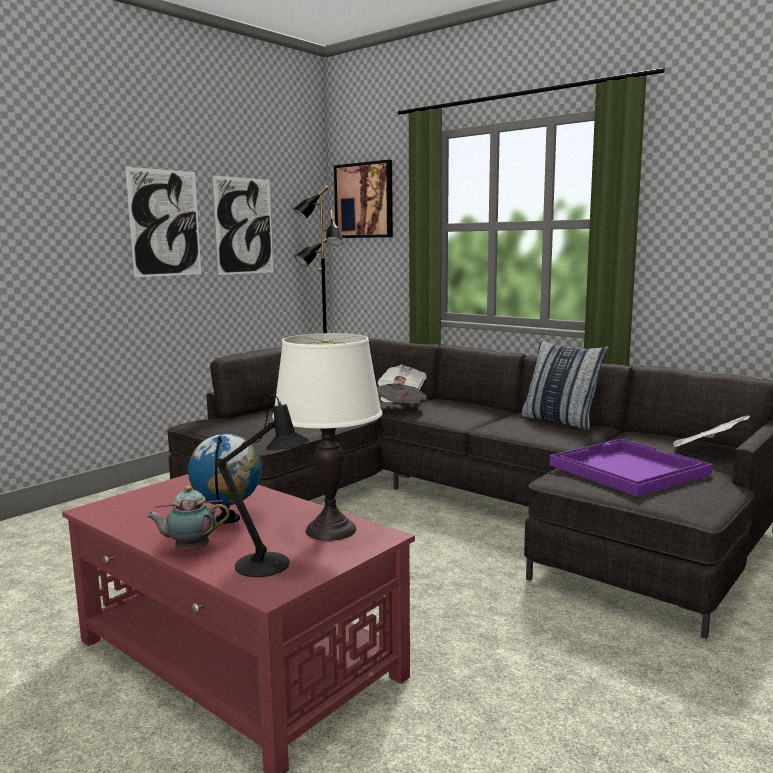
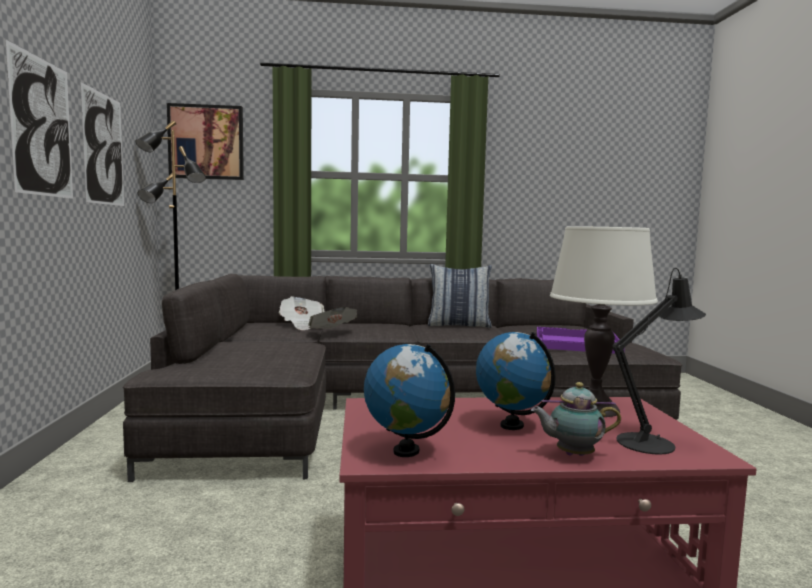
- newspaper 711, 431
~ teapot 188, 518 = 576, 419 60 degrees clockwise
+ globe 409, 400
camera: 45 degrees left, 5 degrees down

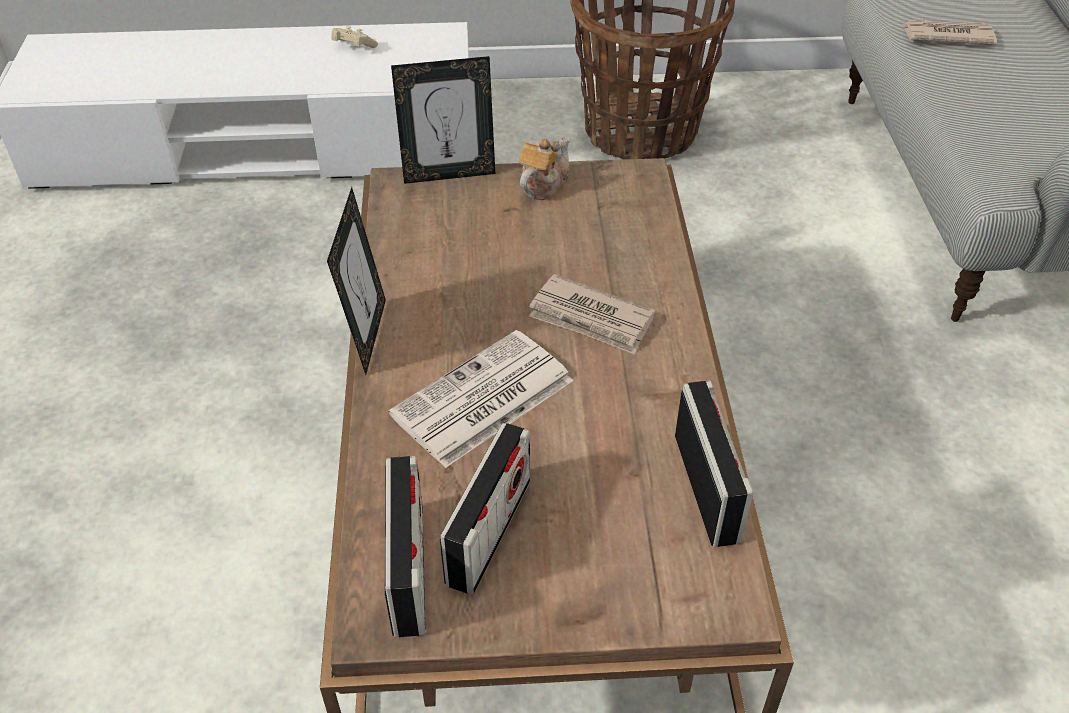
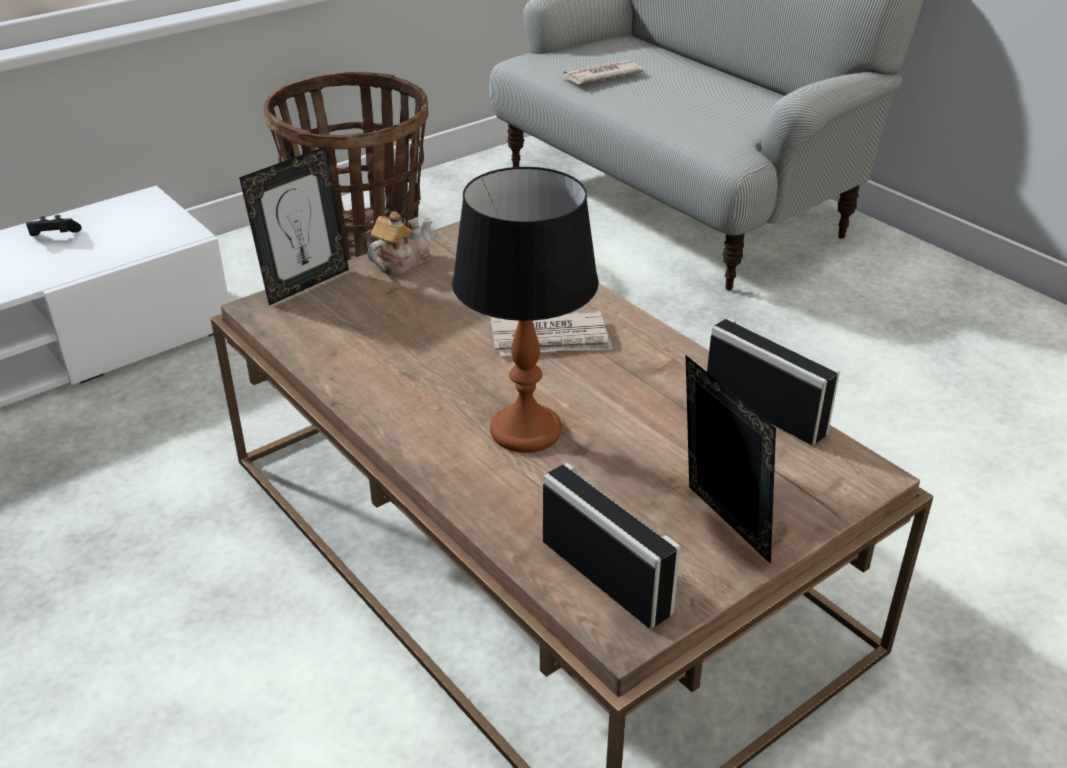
~ game controller (beige) 354, 37 to game controller (black) 53, 225
~ teapot 544, 168 = 399, 243 45 degrees clockwise
~ picture frame 356, 281 to 731, 459
~ newspaper 481, 399 to table lamp 525, 310
- radio 485, 509
camera: 35 degrees left, 10 degrees down

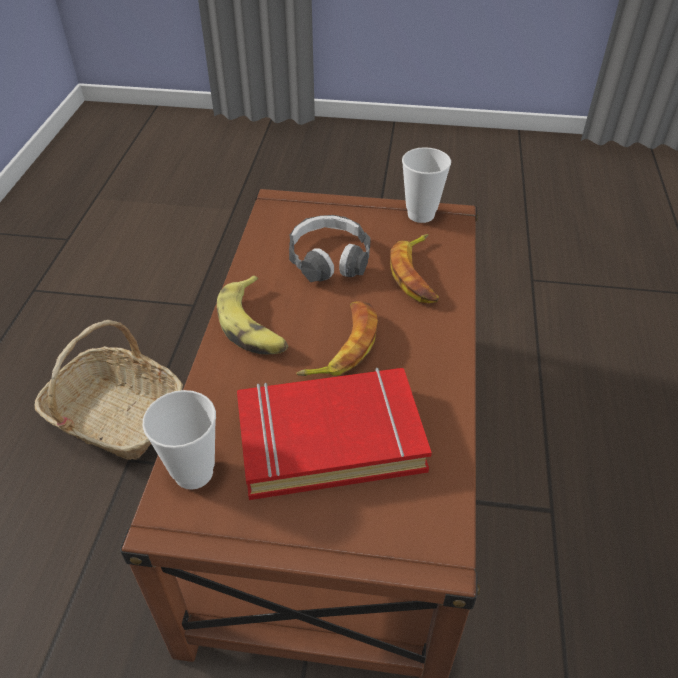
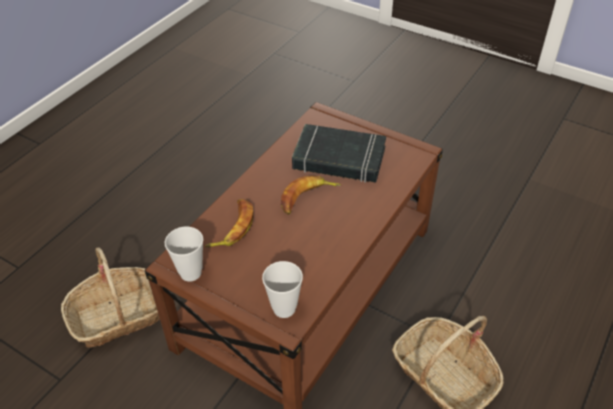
- headphones 330, 248
- banana 252, 314
~ book (red) 334, 434 to book (black) 339, 153
~ cup 179, 440 to 282, 289
+ basket 110, 298
camera: 155 degrees left, 0 degrees up

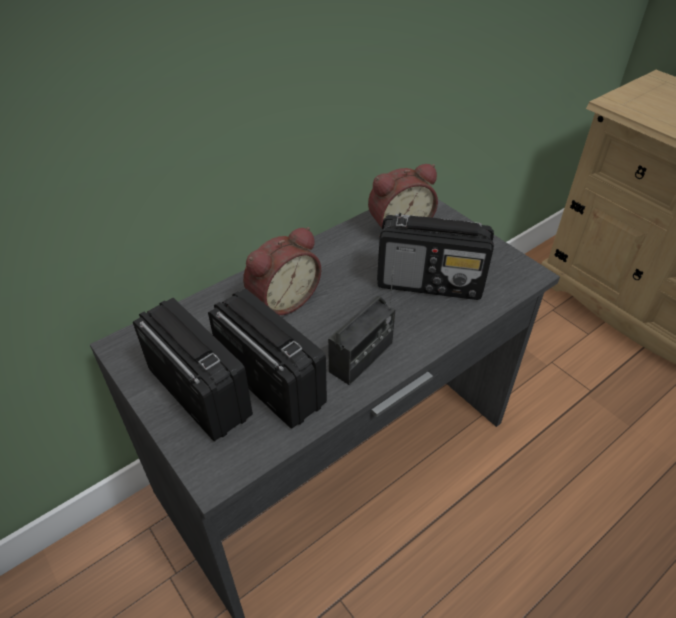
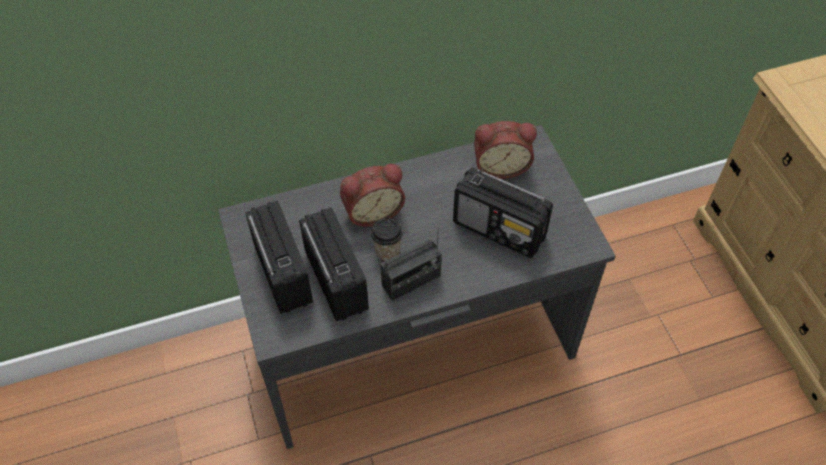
+ cup 387, 239
camera: 20 degrees right, 10 degrees up

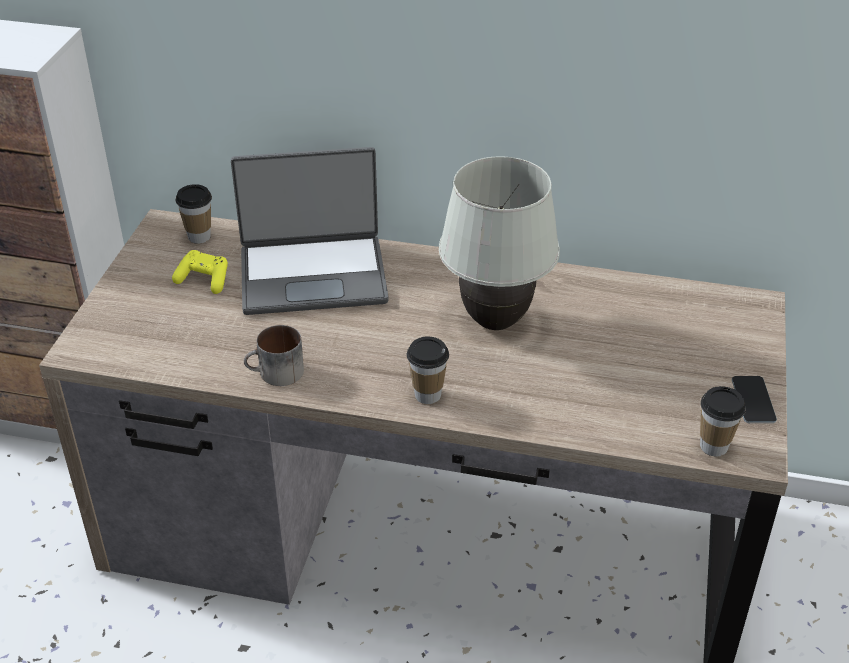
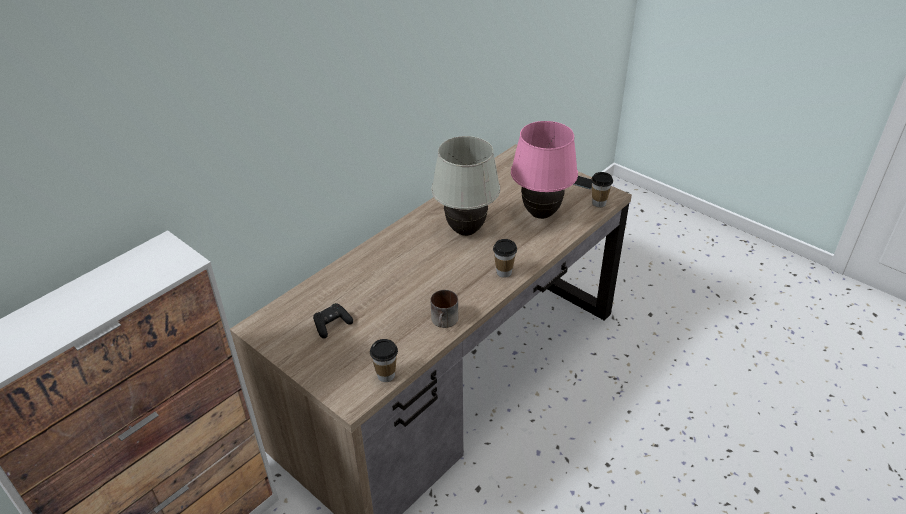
- laptop 310, 231
~ cup 194, 214 to 384, 360
~ game controller (yellow) 200, 272 to game controller (black) 333, 321
+ table lamp (pink) 544, 170
camera: 60 degrees left, 0 degrees up

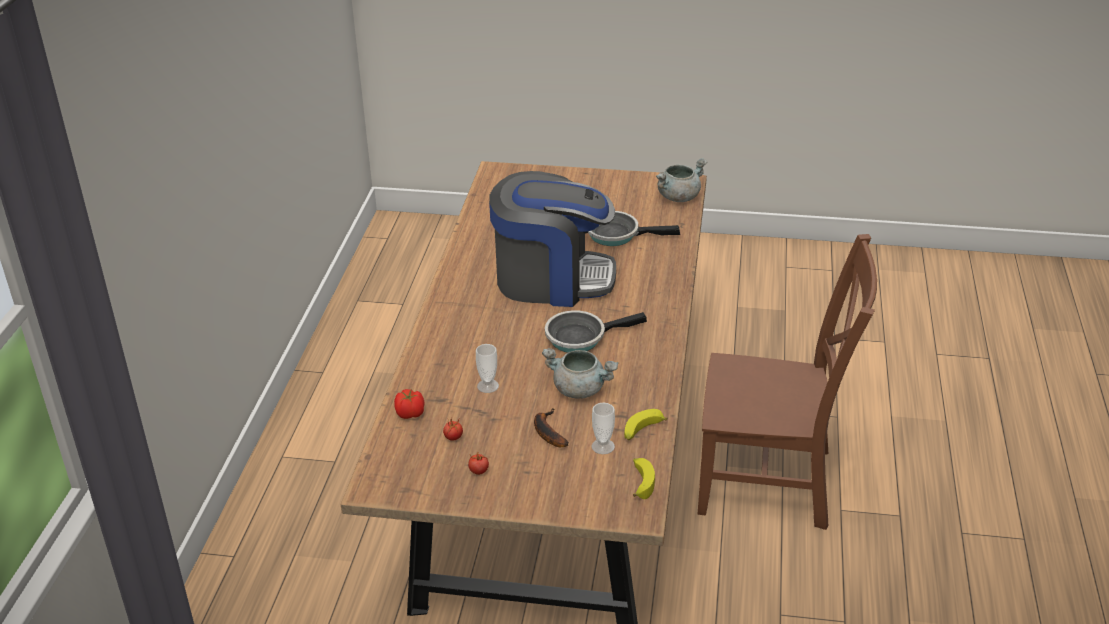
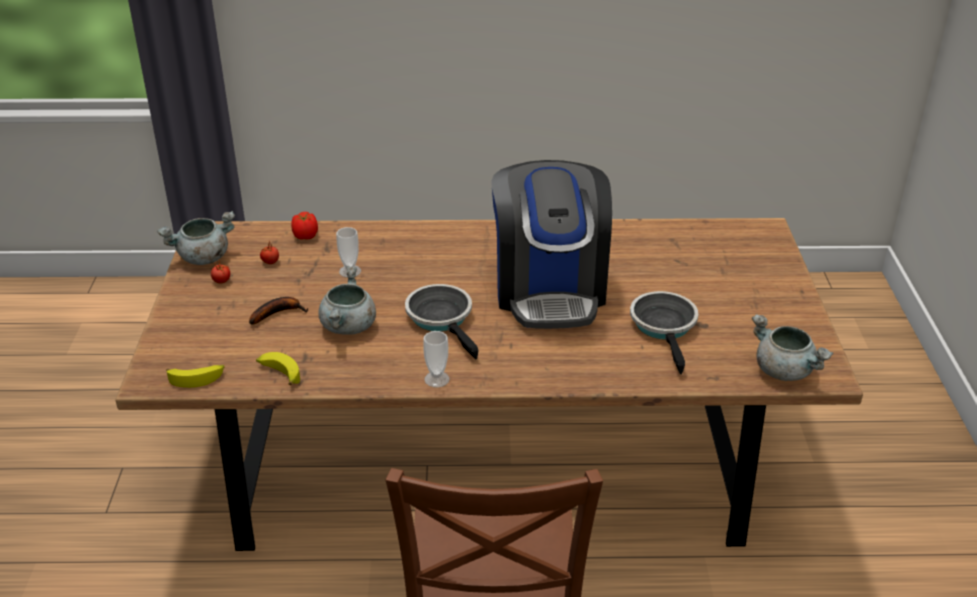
~ cup 603, 428 to 436, 359
+ cooking pot (grey) 196, 238
camera: 80 degrees right, 0 degrees up

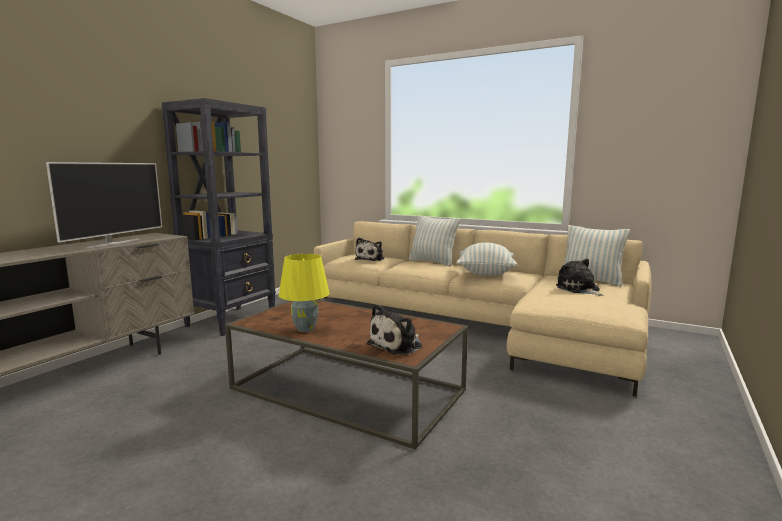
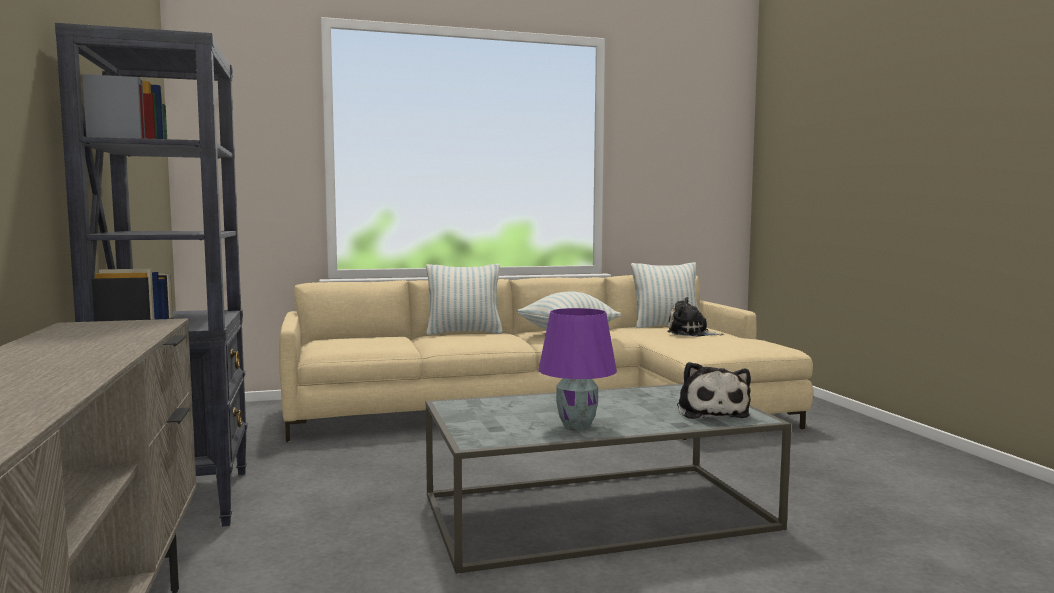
- television 104, 205
- plush toy 370, 249
~ table lamp (yellow) 304, 293 to table lamp (purple) 578, 369
~ coffee table (brown) 346, 375 to coffee table (grey) 608, 479
camera: 45 degrees left, 5 degrees down

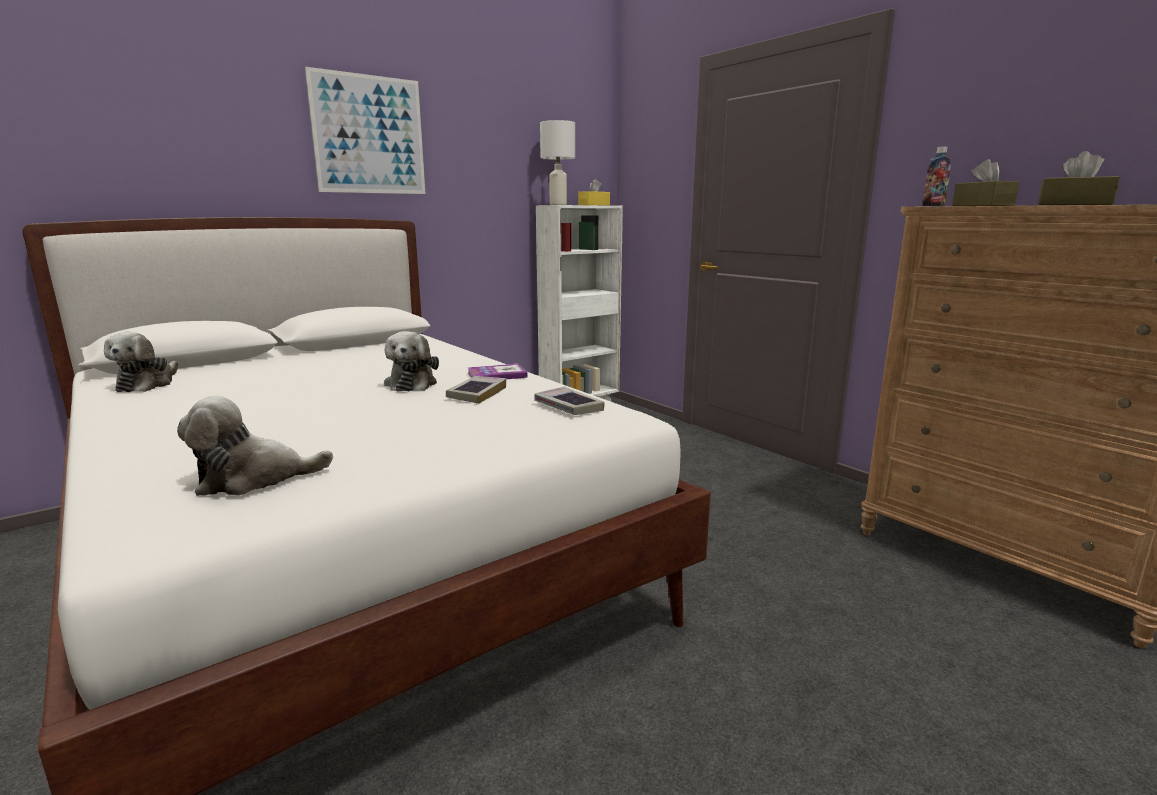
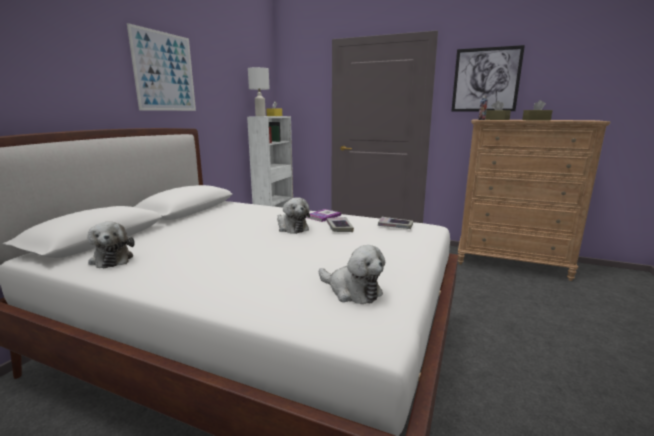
~ plush toy 255, 446 = 352, 274 90 degrees counterclockwise
+ picture 488, 78
camera: 30 degrees left, 0 degrees up

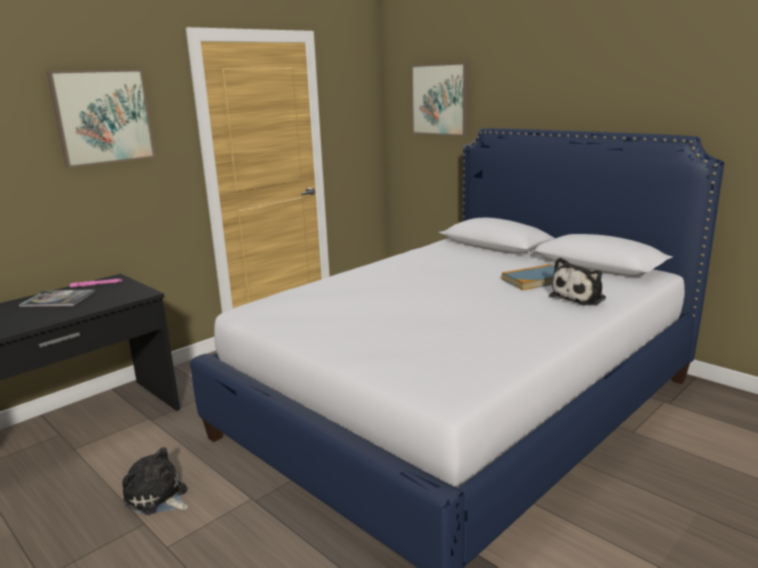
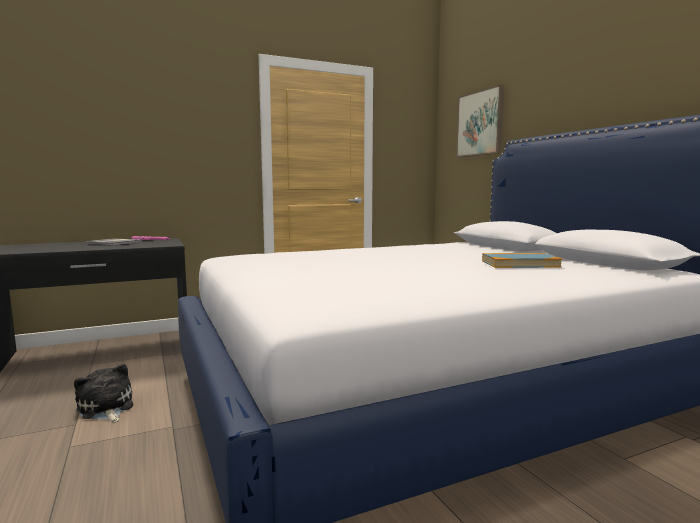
- picture 100, 118
- plush toy 577, 282
camera: 20 degrees right, 10 degrees down

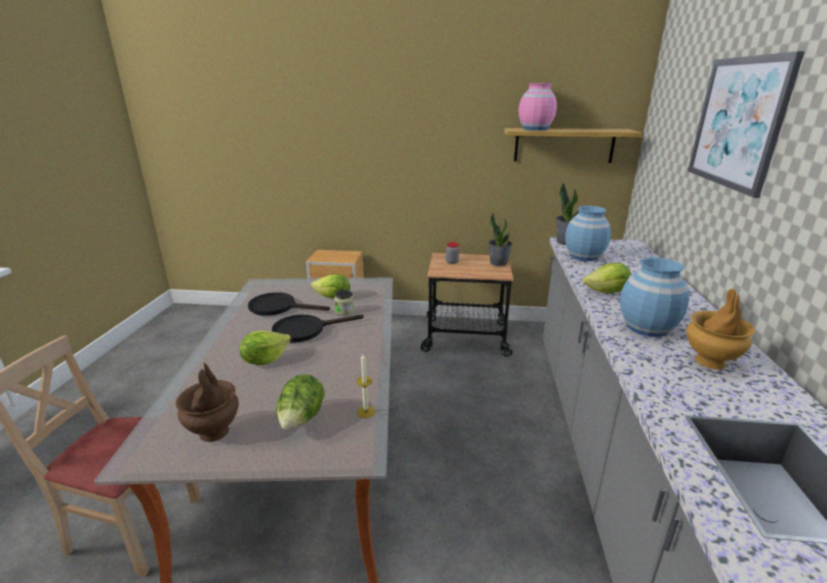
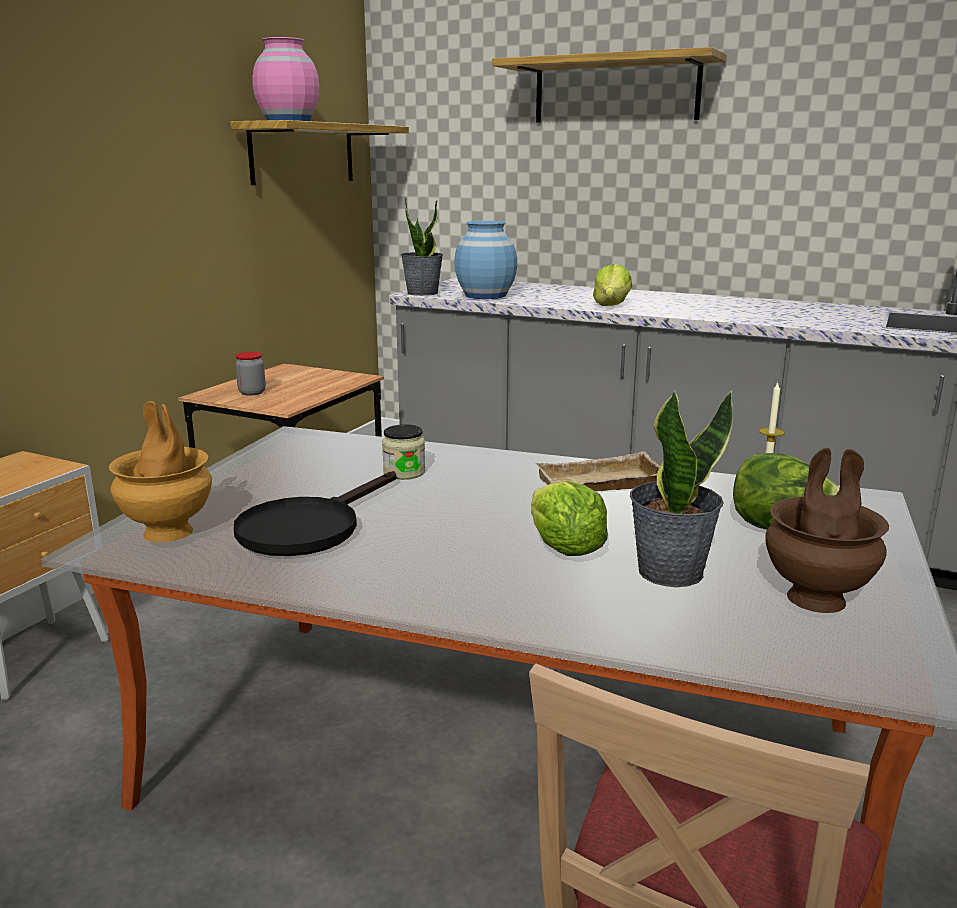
~ picture 746, 124 to shelf 609, 85
~ potted plant 500, 239 to 681, 488
- vase (blue) 654, 297
- lettuce 330, 286
~ vase (brown) 720, 329 to 160, 472
- frying pan (black) 318, 329
+ tray (beige) 597, 471
camera: 70 degrees left, 5 degrees down

